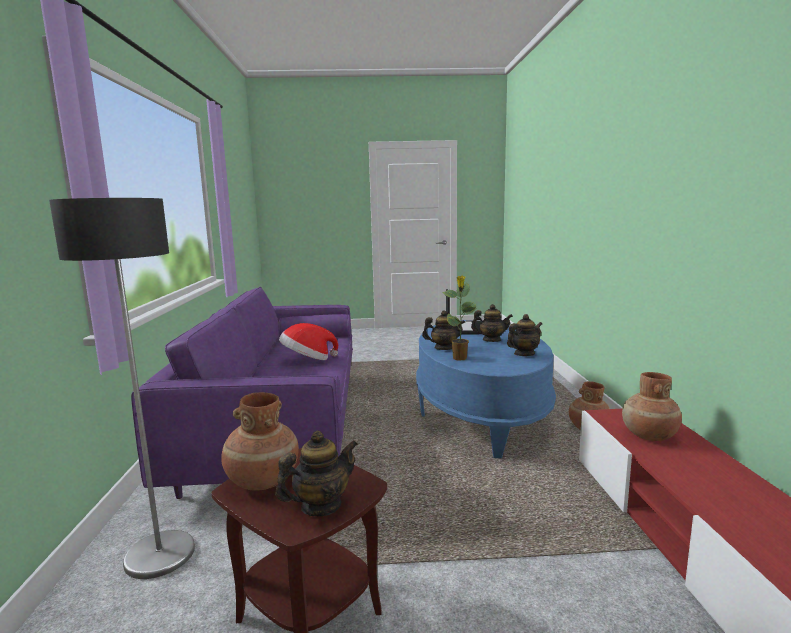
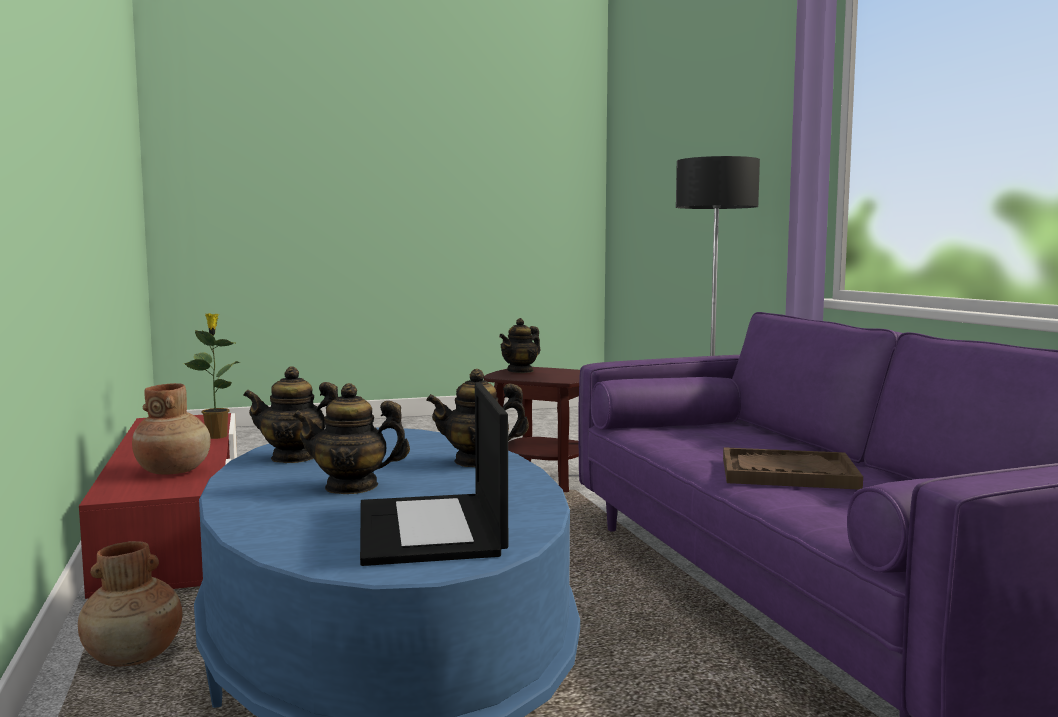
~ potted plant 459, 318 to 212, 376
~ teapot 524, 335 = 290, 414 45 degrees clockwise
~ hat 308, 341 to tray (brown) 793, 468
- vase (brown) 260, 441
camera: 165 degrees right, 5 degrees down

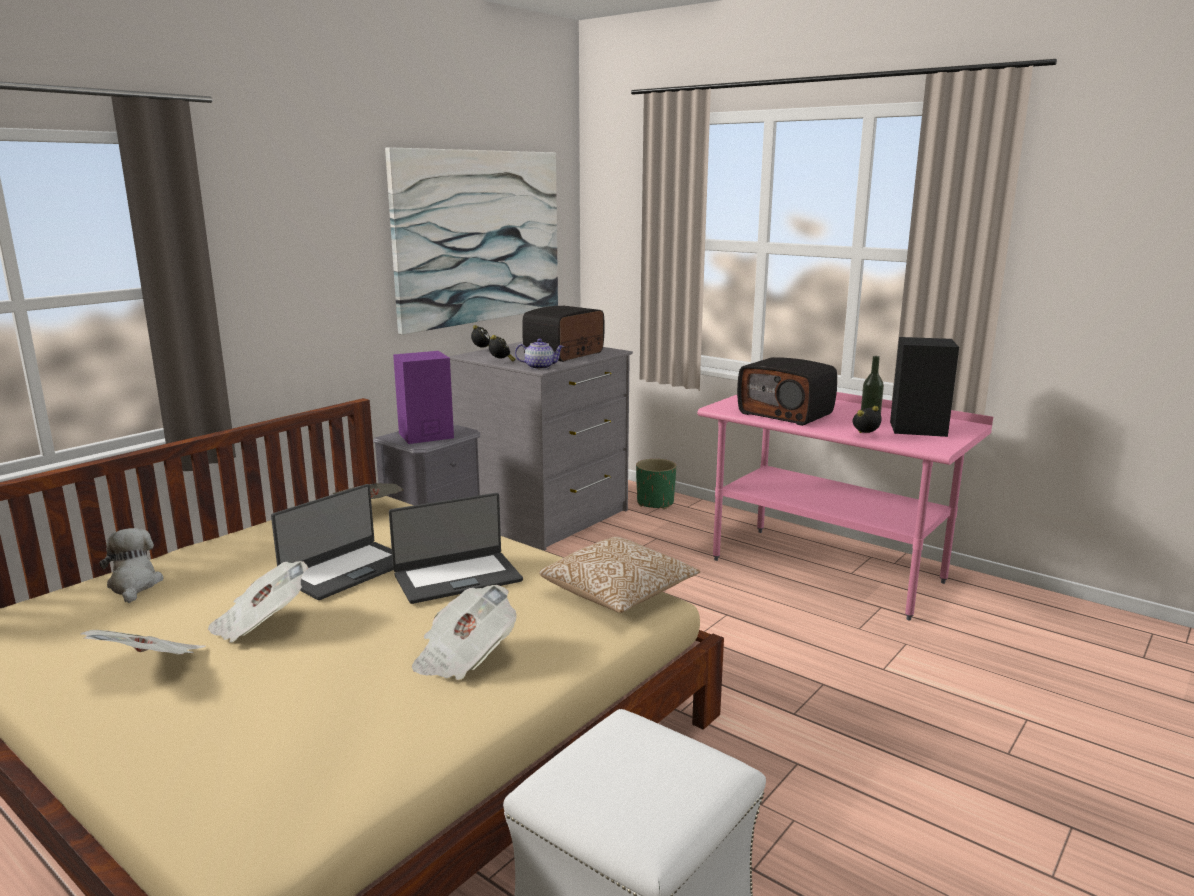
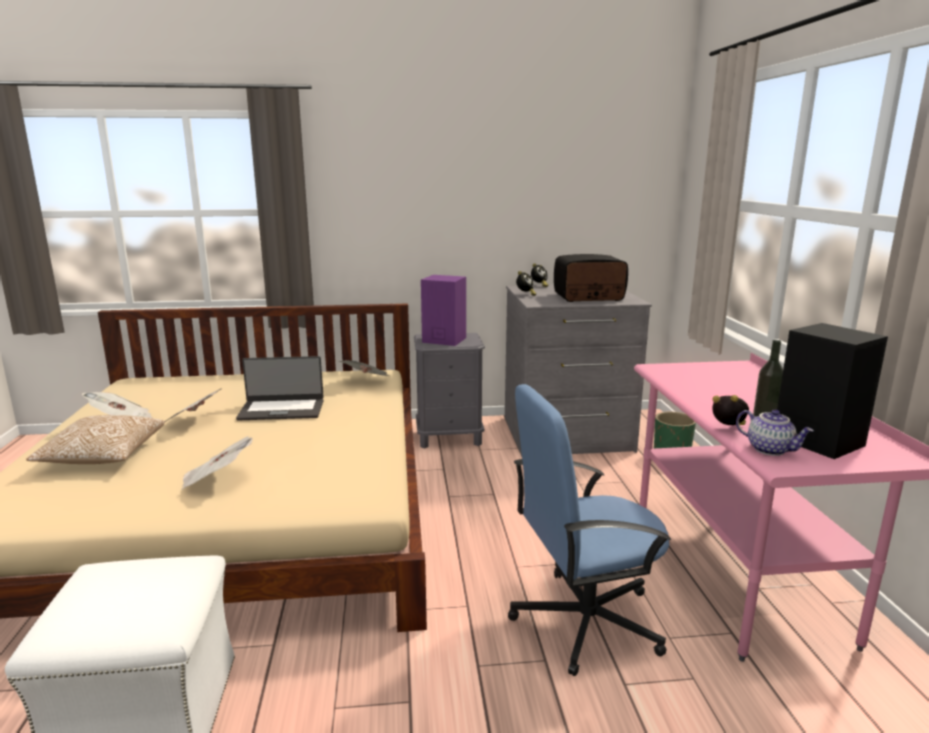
- picture 471, 241
~ teapot 539, 354 to 775, 432
- radio 787, 391
- laptop 456, 548
- plush toy 131, 565
~ pillow 619, 575 to 95, 439
+ office chair (blue) 589, 530
camera: 45 degrees right, 0 degrees up

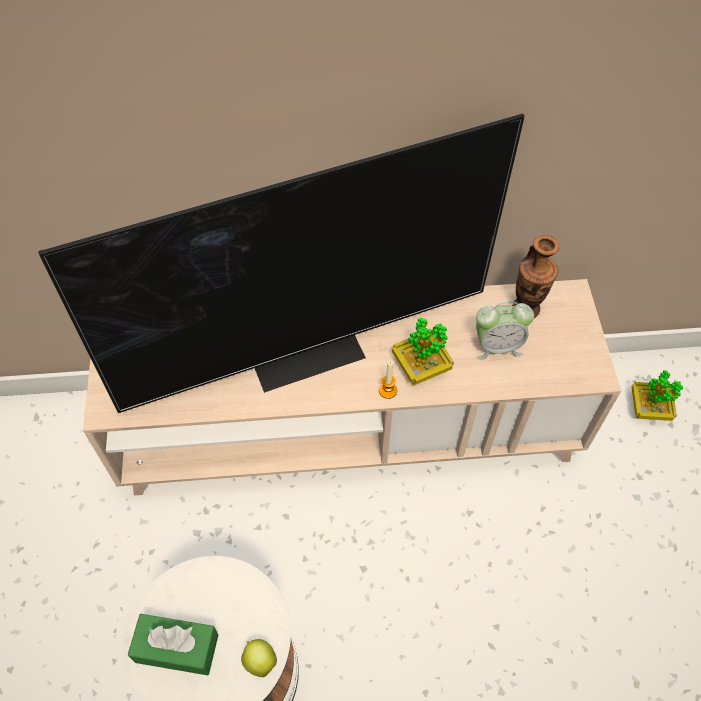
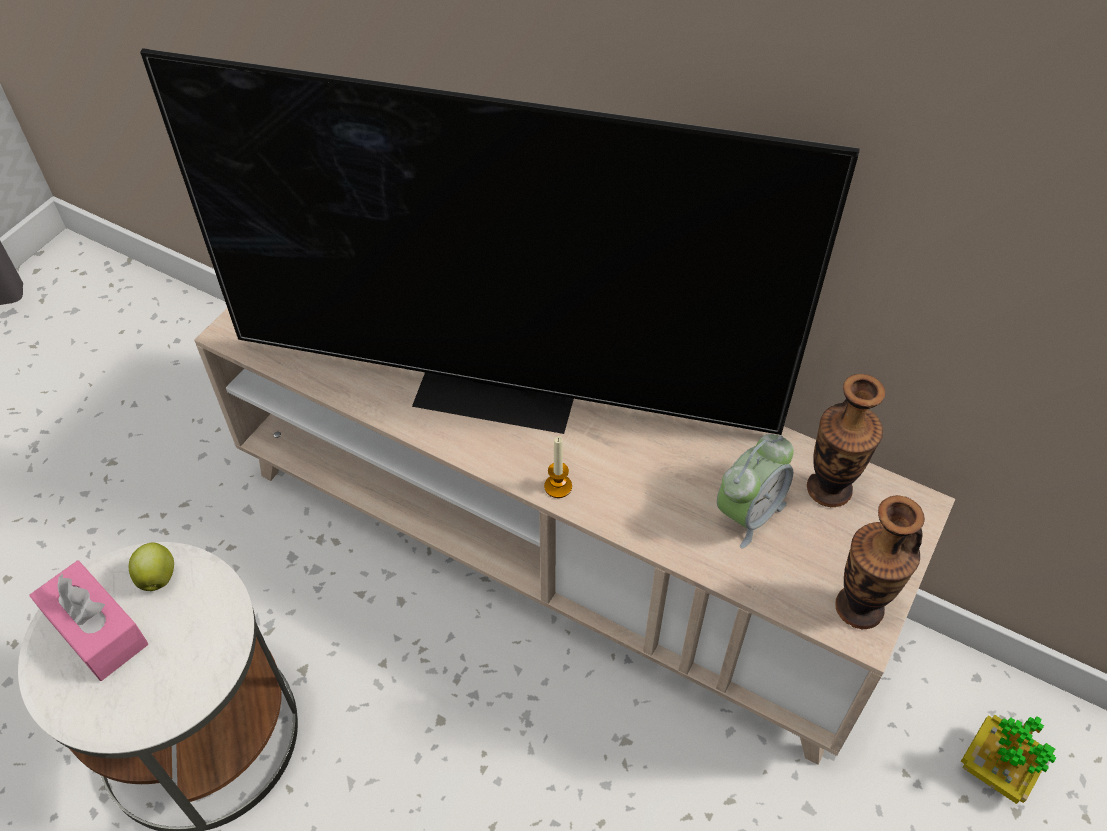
~ alarm clock 505, 331 = 755, 491 75 degrees counterclockwise
- potted plant 423, 351
~ tissue box (green) 173, 644 to tissue box (pink) 88, 620
~ apple 259, 658 to 151, 567
+ vase 880, 562
camera: 35 degrees right, 5 degrees down

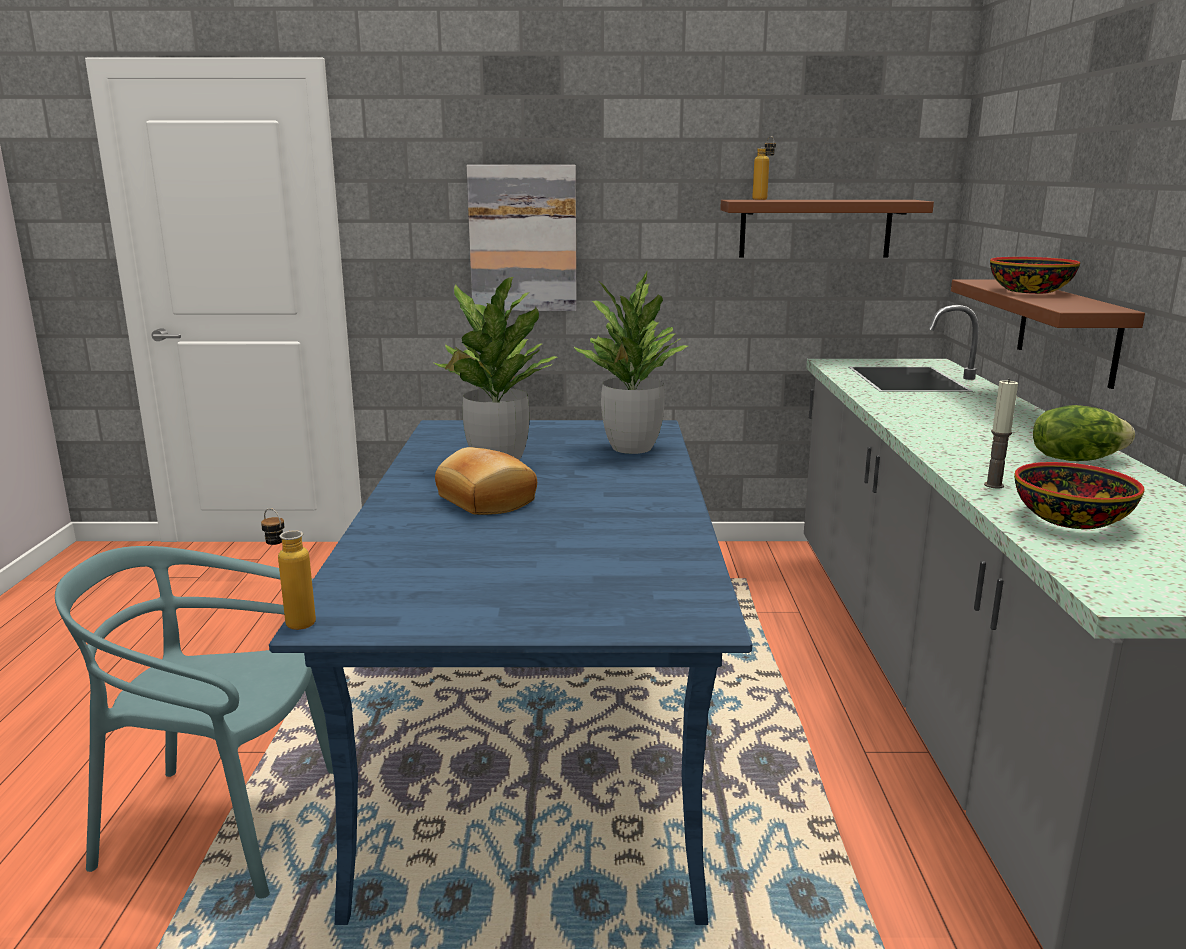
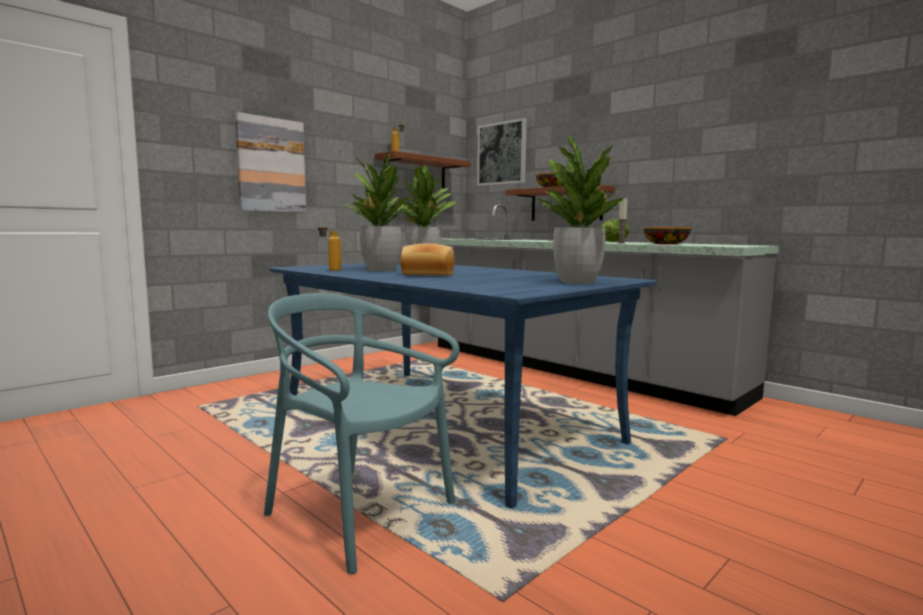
~ bottle 288, 569 to 329, 246
~ chair (turquoise) 194, 722 = 362, 433 75 degrees clockwise
+ picture 502, 152
+ potted plant 578, 209
camera: 45 degrees left, 10 degrees down

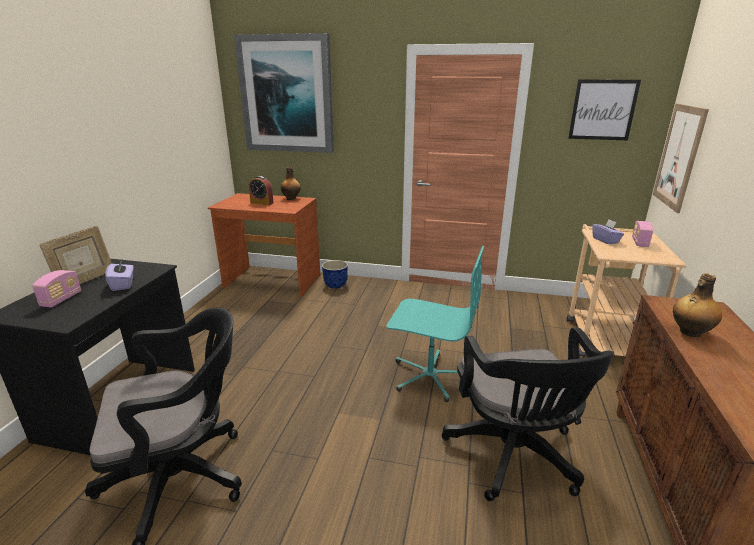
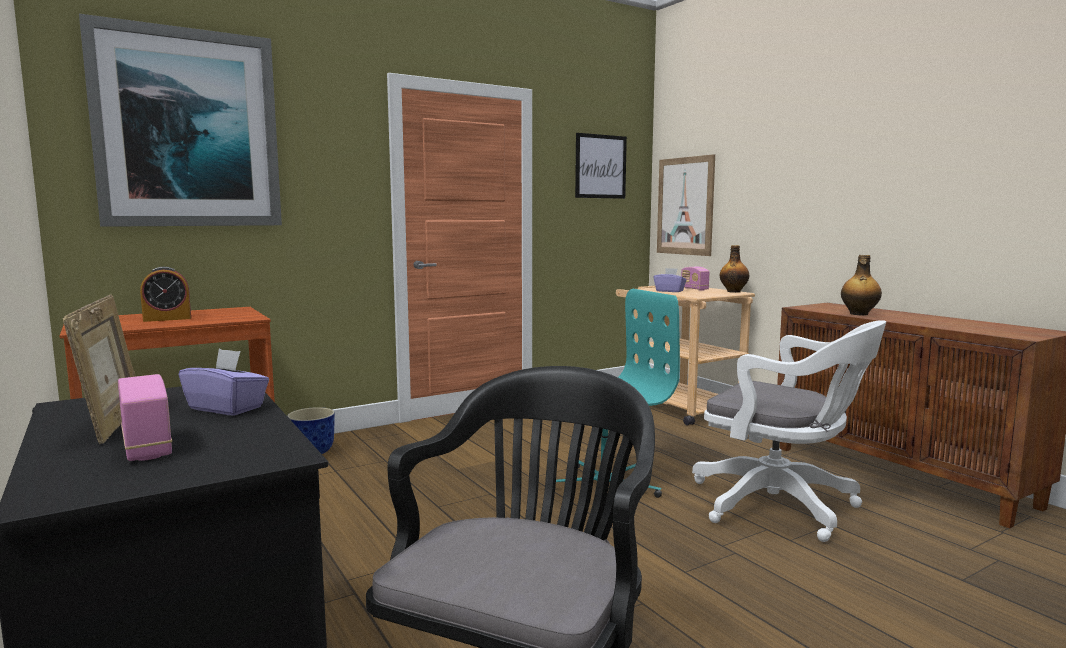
~ bottle 290, 183 to 734, 269
~ office chair (black) 527, 414 to office chair (white) 789, 431
camera: 45 degrees left, 15 degrees down

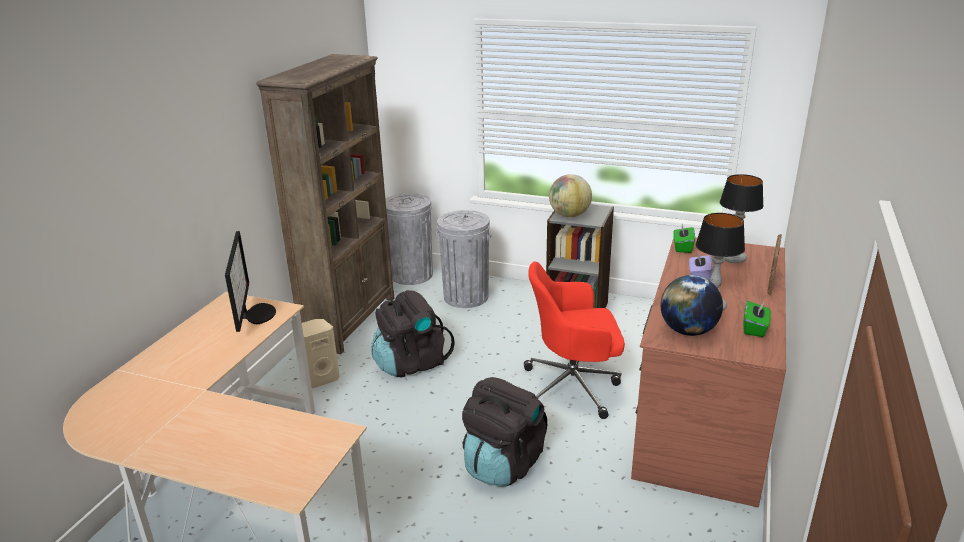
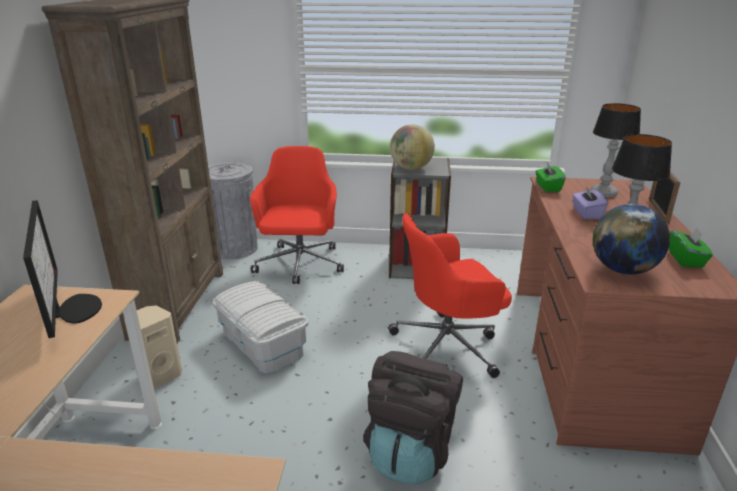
~ trash can (grey) 463, 259 to office chair (red) 297, 215
~ backpack (black) 413, 333 to storage box (white) 260, 327
camera: 15 degrees left, 0 degrees up

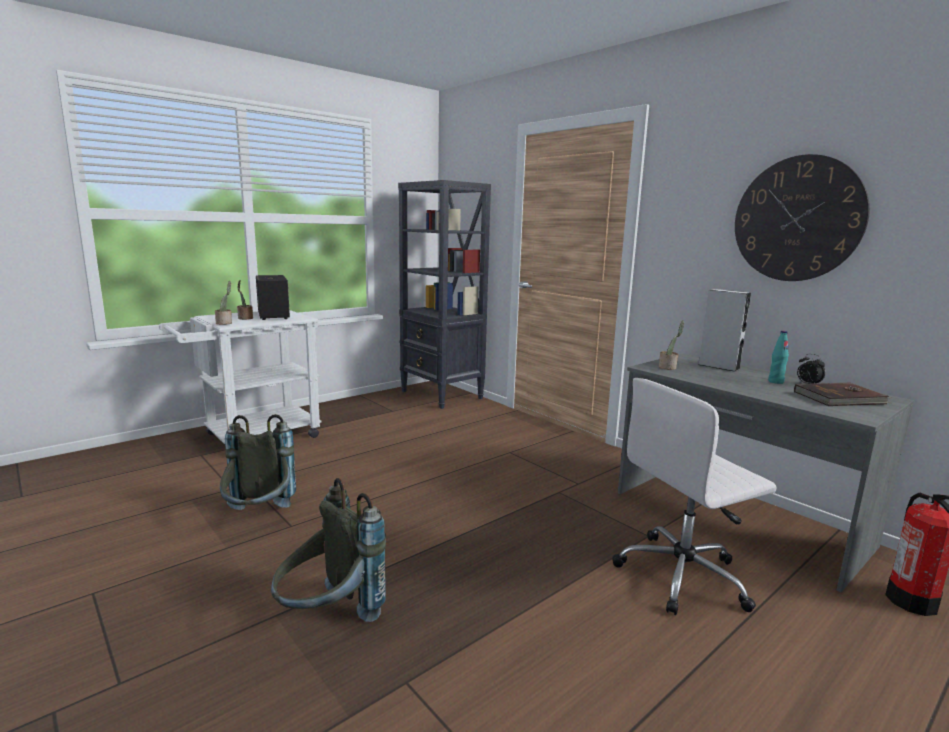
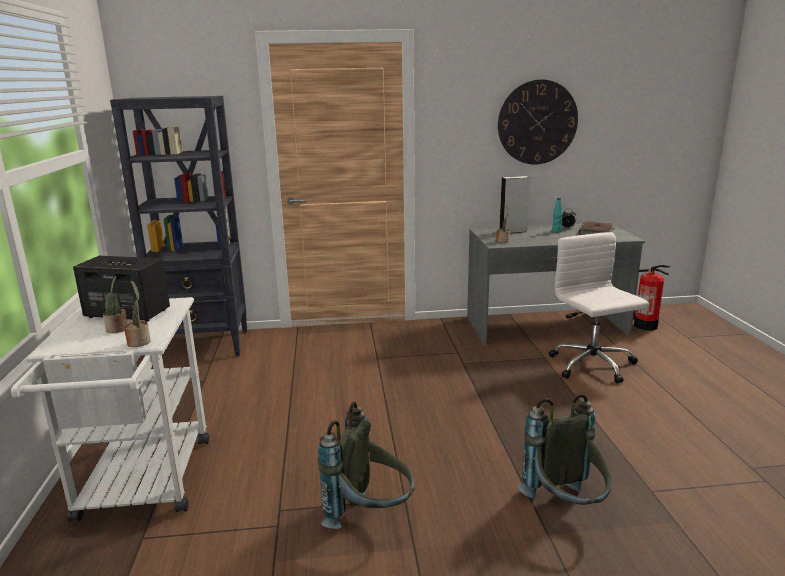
~ office chair (white) 694, 496 = 599, 307 150 degrees clockwise
camera: 55 degrees left, 5 degrees up

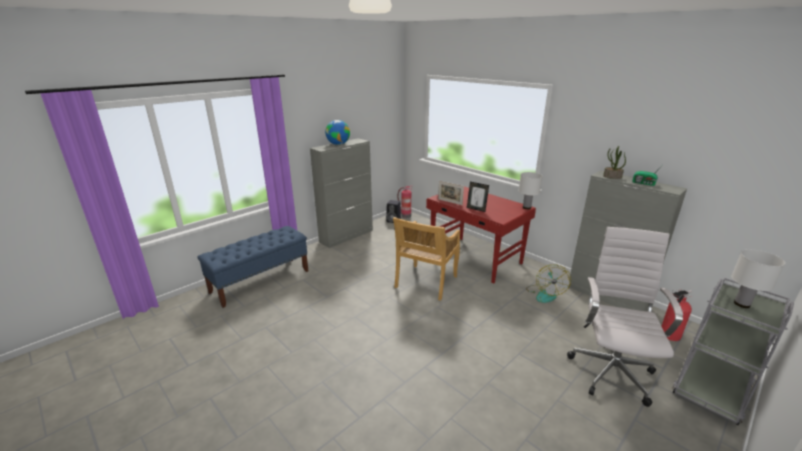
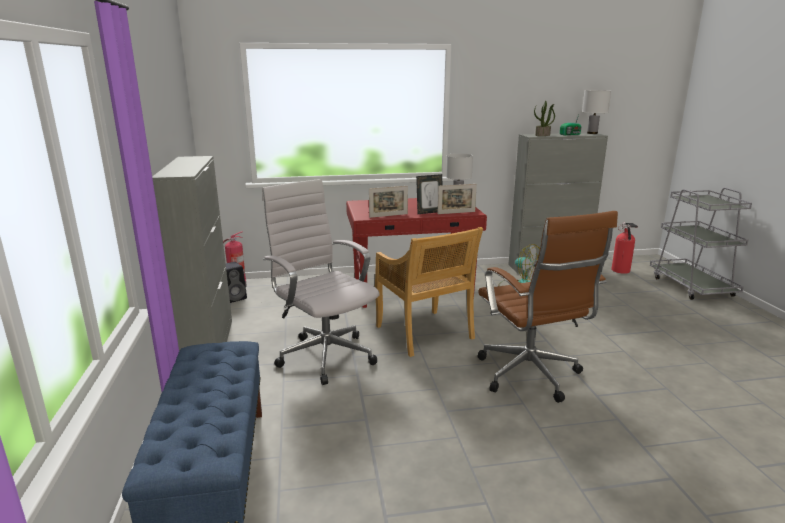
- globe 337, 132
~ office chair (white) 625, 317 to 321, 282
~ table lamp (white) 758, 278 to 596, 112
+ picture frame 457, 199
+ office chair (brown) 548, 307
camera: 55 degrees left, 5 degrees down

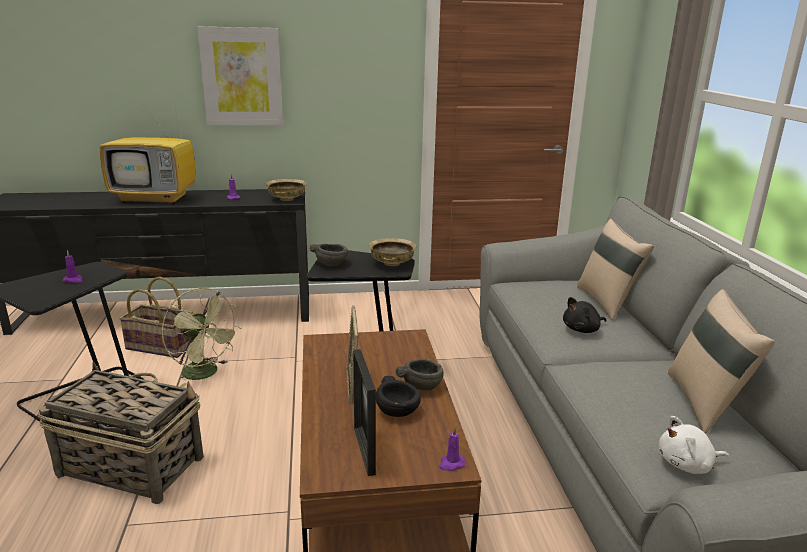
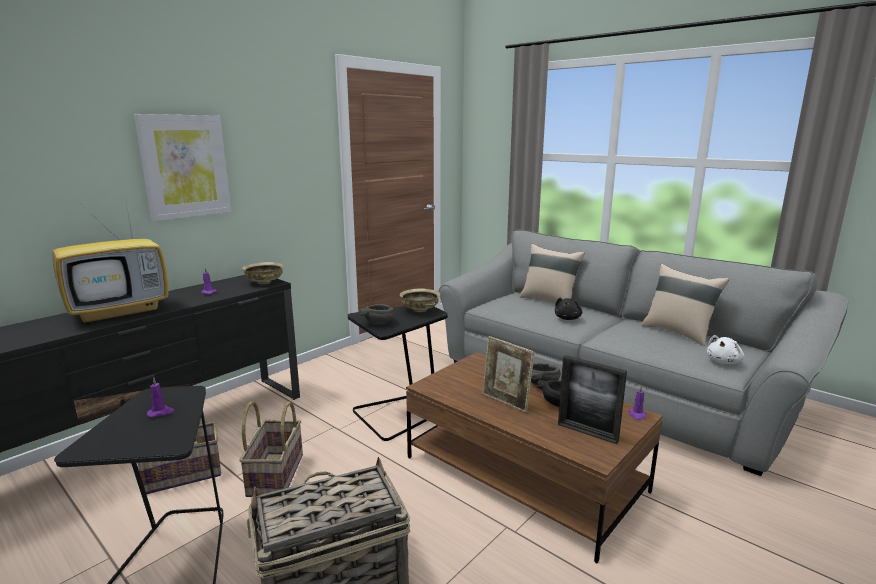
~ fan (green) 201, 337 to basket 271, 449
camera: 40 degrees left, 5 degrees down

